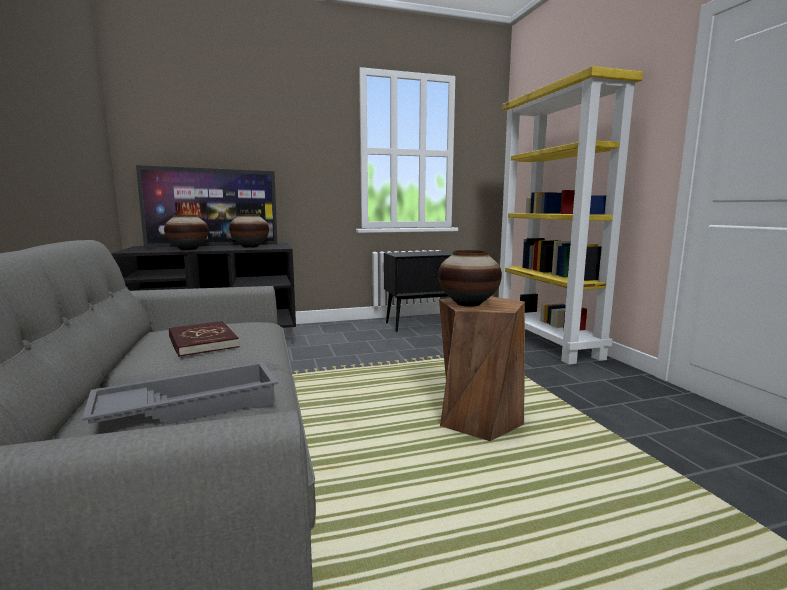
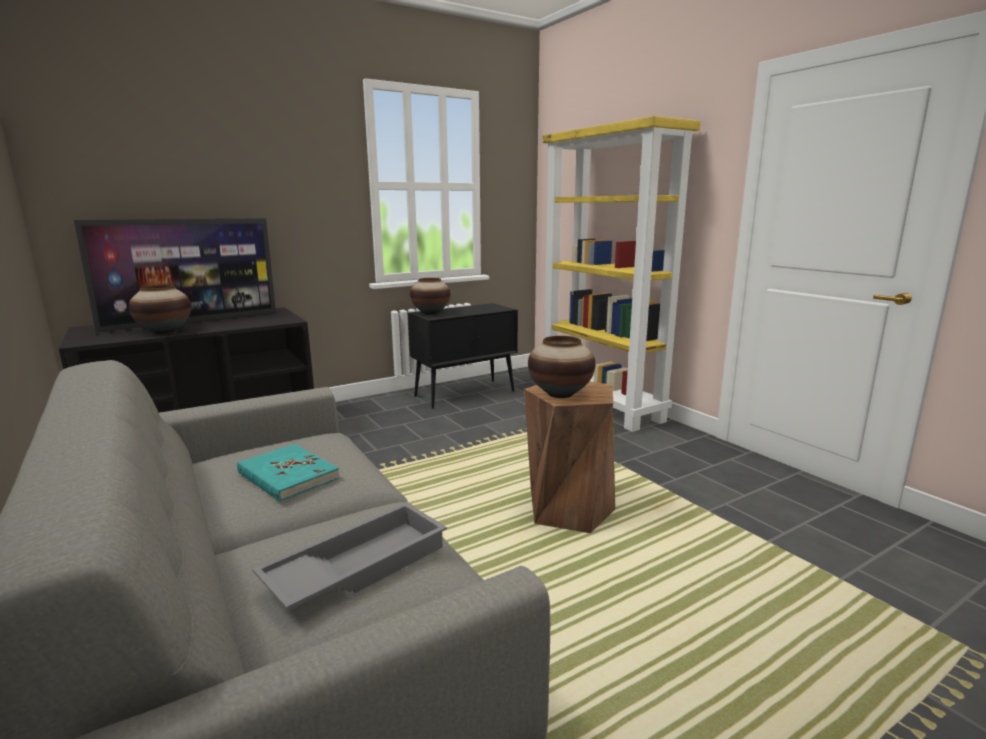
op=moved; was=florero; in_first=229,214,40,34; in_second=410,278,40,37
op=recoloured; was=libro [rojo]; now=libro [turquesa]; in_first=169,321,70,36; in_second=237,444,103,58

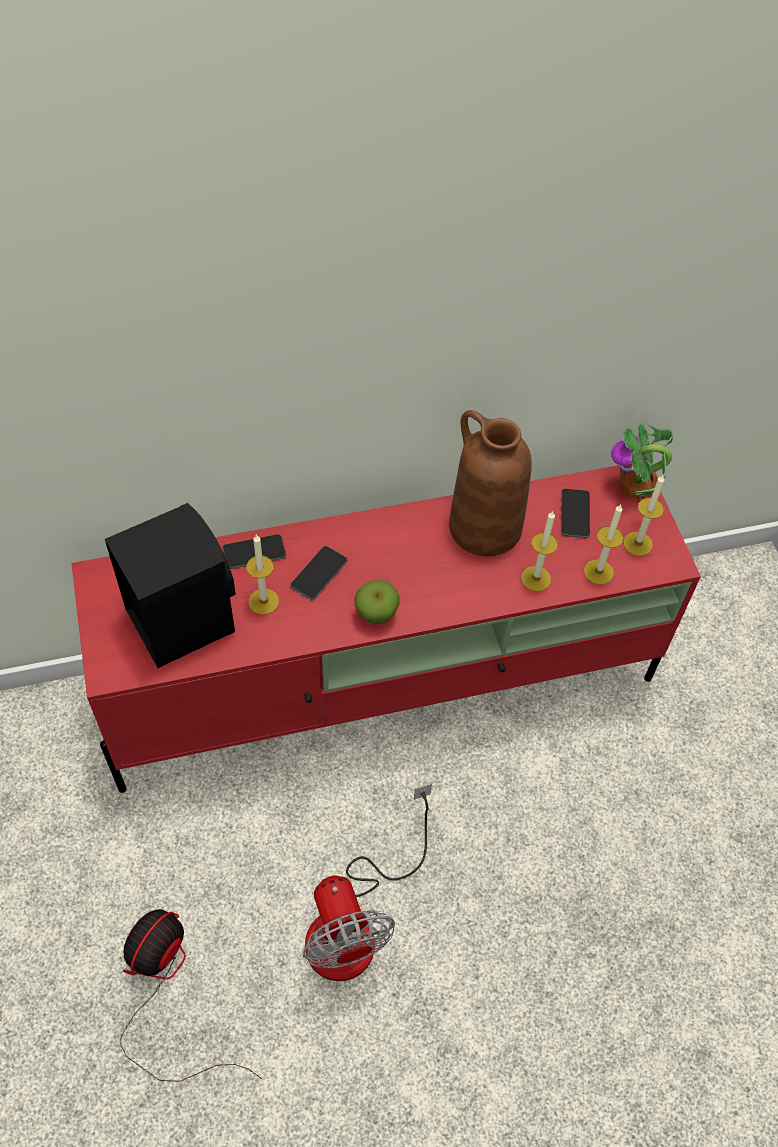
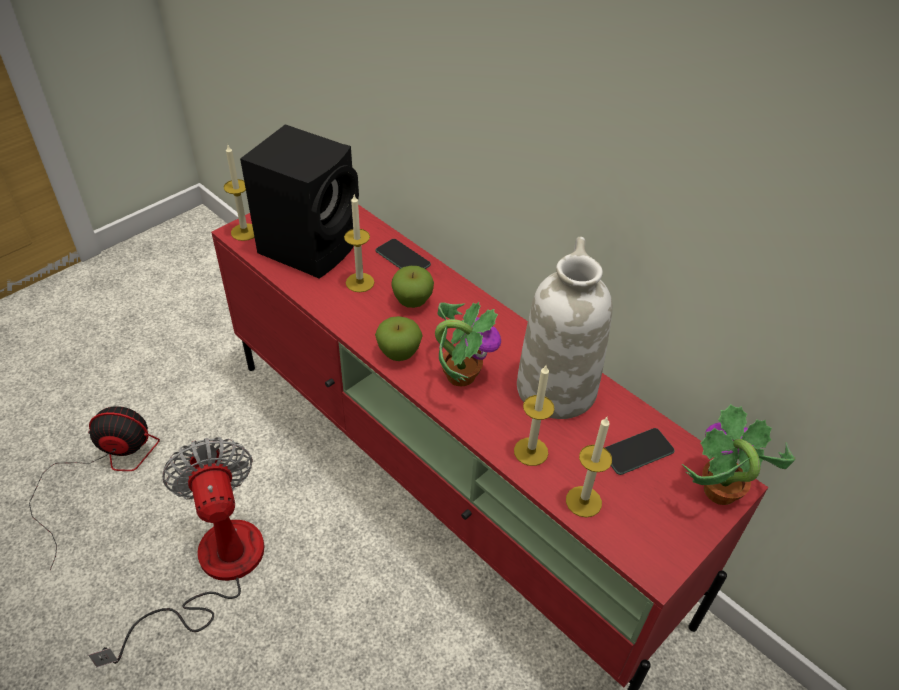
op=added; now=planta en maceta; in_second=435,302,66,84
op=moved; was=vela; in_first=623,475,42,81; in_second=224,145,30,96
op=replaced; was=móvil; now=manzana; in_first=290,546,57,54; in_second=391,266,43,42
op=recoloured; was=florero [marrón]; now=florero [blanco]; in_first=449,410,83,146; in_second=517,236,96,183
op=turned; was=ventilador; in_first=302,783,130,198; in_second=88,437,177,231; clockwise=120

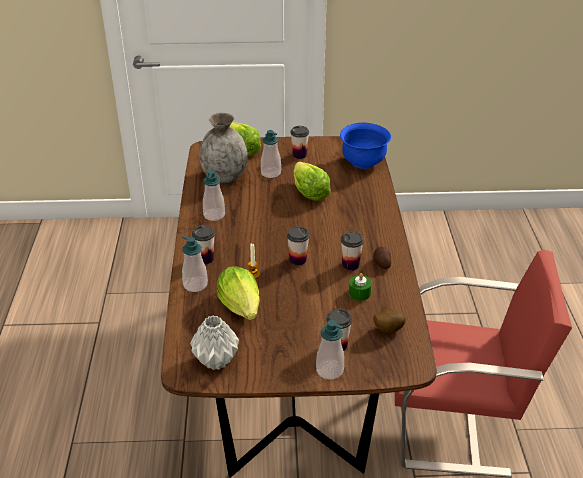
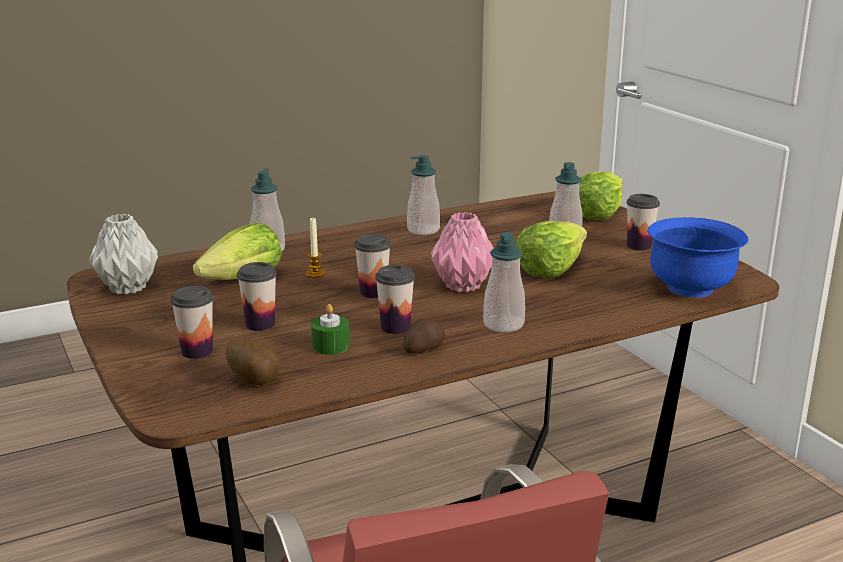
op=removed; was=florero [gris]; in_first=199,112,49,71
op=added; now=florero [rosa]; in_second=431,212,63,80
op=moved; was=taza; in_first=192,225,23,39; in_second=237,262,40,69
op=moved; was=dispensador de jabón; in_first=316,320,28,60; in_second=483,232,42,100

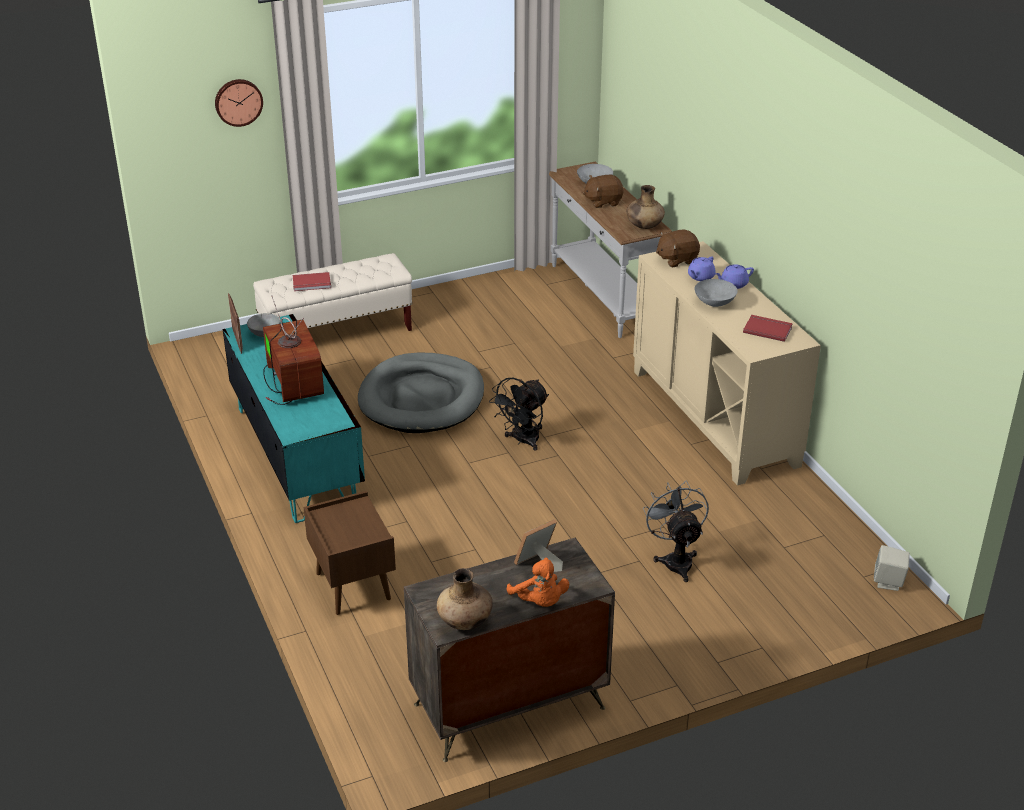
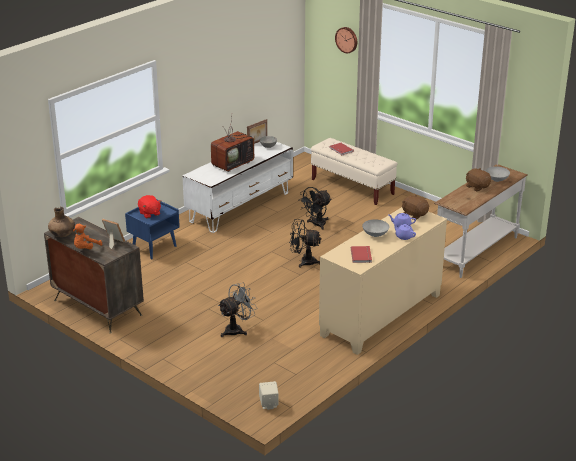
op=removed; was=florero [marrón]; in_first=627,185,38,44
op=added; now=peluche [rojo]; in_second=138,195,23,23
op=replaced; was=cama para perro [gris]; now=ventilador [negro]; in_first=358,353,126,80; in_second=298,187,33,43
op=recoloured; was=mueble de televisión [turquesa]; now=mueble de televisión [blanco]; in_first=223,314,142,209; in_second=182,142,111,91
op=recoloured; was=mesita de noche [marrón]; now=mesita de noche [azul]; in_first=304,491,92,124; in_second=125,200,55,59

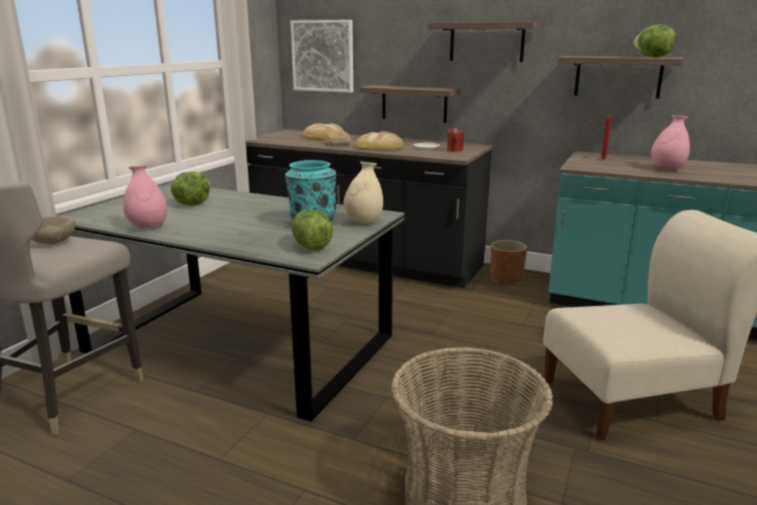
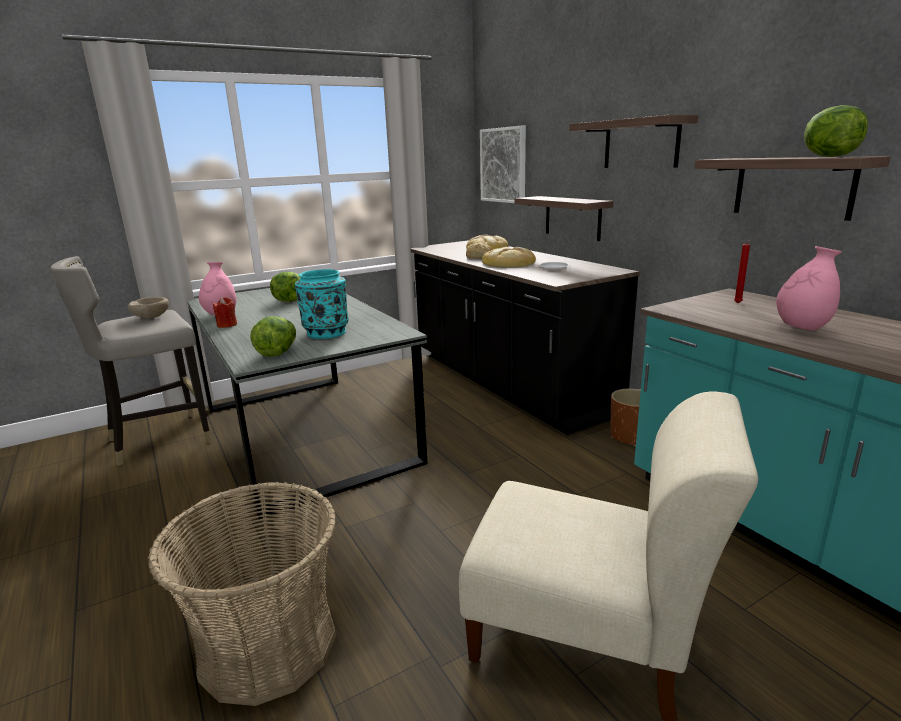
op=removed; was=florero [beis]; in_first=343,162,40,62
op=moved; was=vela [rojo]; in_first=447,128,17,24; in_second=212,297,25,31

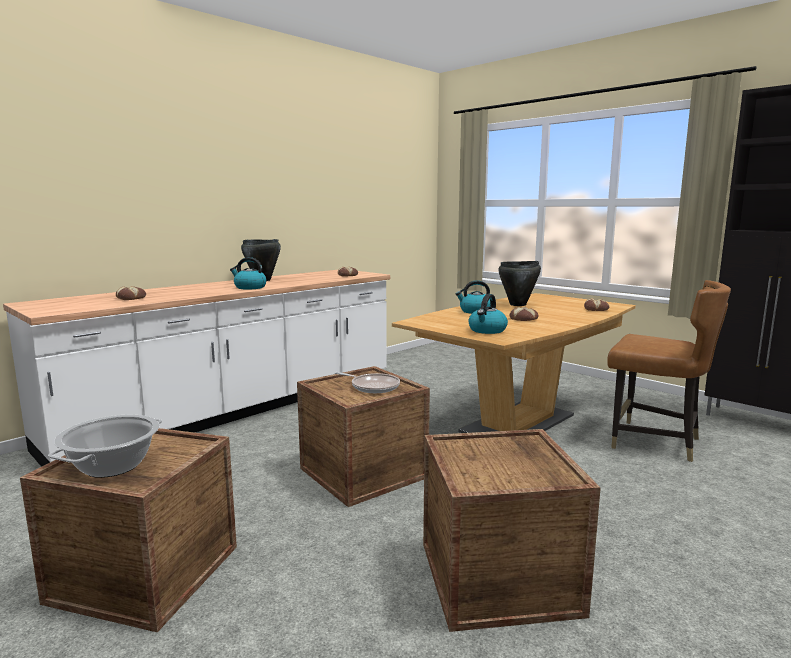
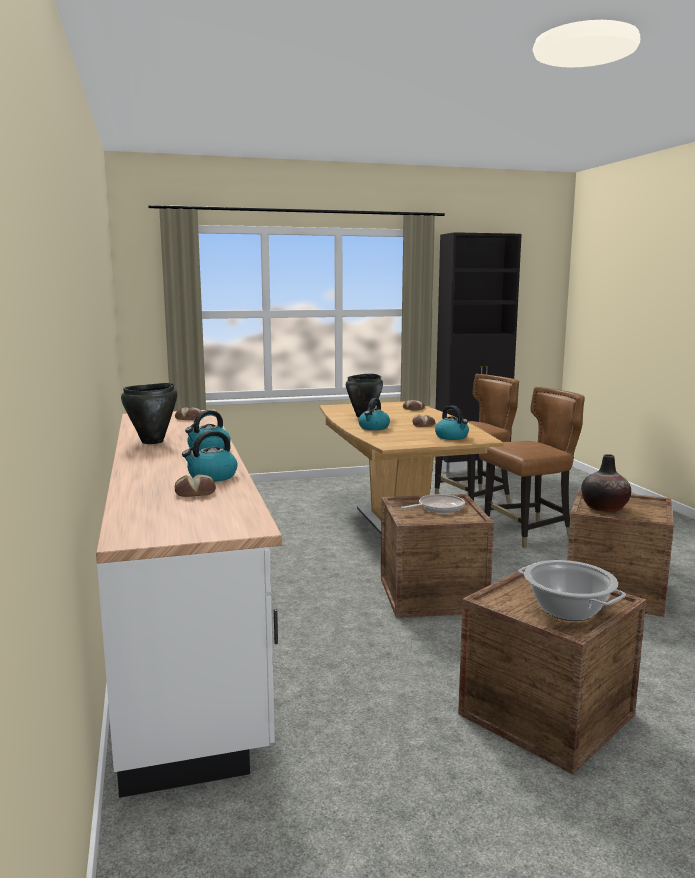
op=added; now=hervidor; in_second=182,430,56,52
op=added; now=silla [marrón]; in_second=479,387,106,161
op=added; now=florero; in_second=581,454,50,58

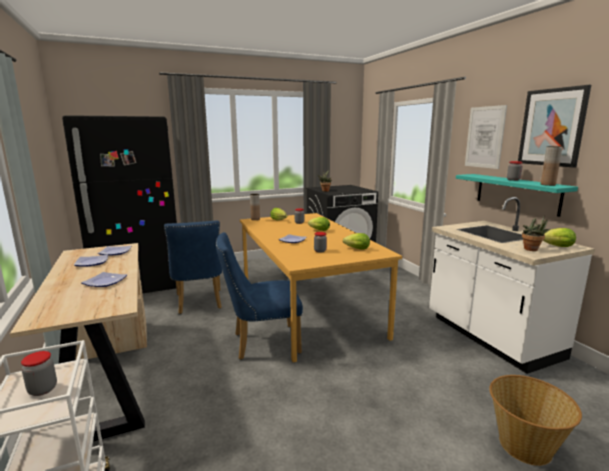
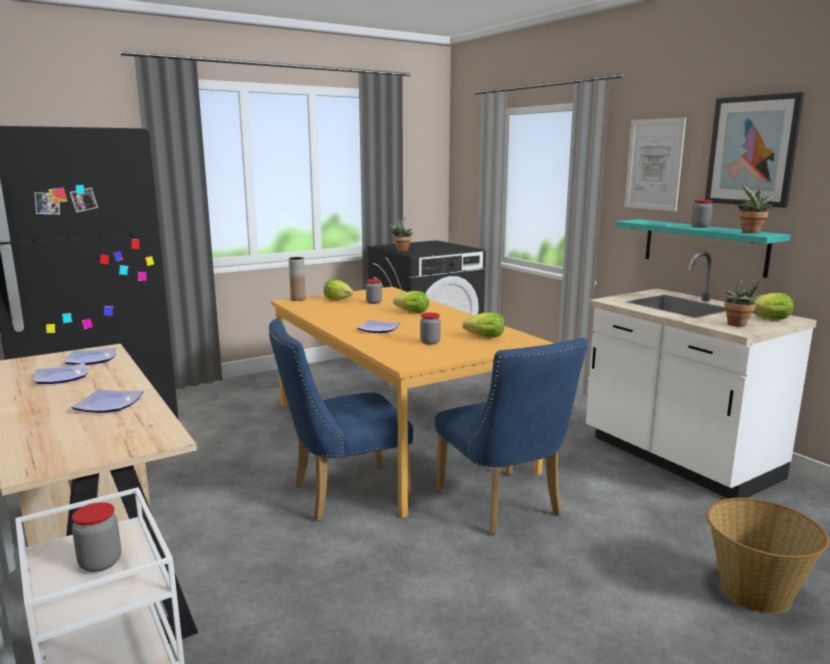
op=moved; was=silla [azul]; in_first=164,220,58,94; in_second=435,338,153,197
op=replaced; was=florero [marrón]; now=planta en maceta; in_first=541,146,21,40; in_second=737,184,42,49

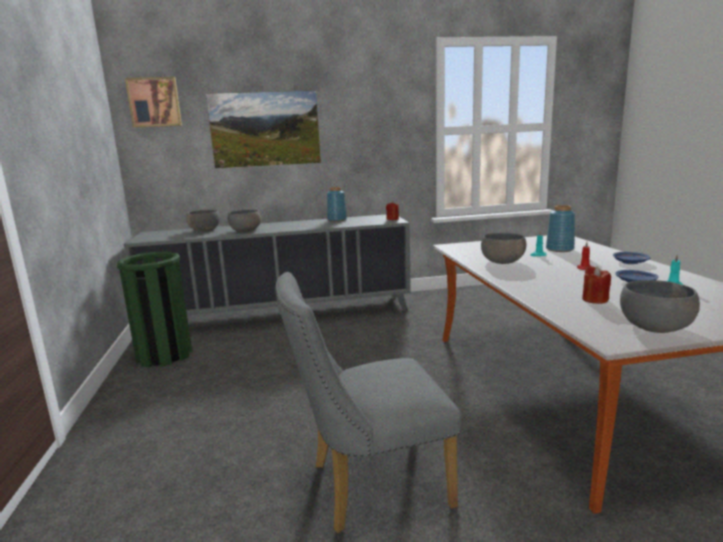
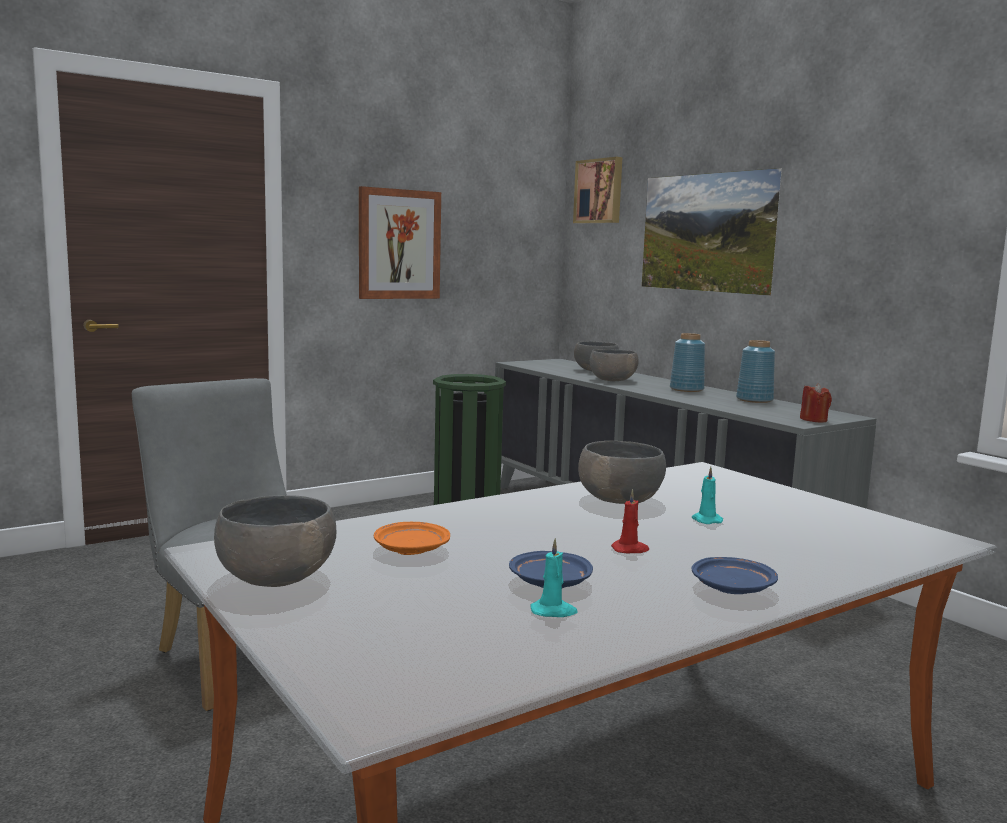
op=added; now=cuadro; in_second=359,186,82,113
op=moved; was=florero [azul]; in_first=546,205,29,47; in_second=670,333,35,59
op=replaced; was=vela [rojo]; now=plato [naranja]; in_first=582,266,29,38; in_second=374,522,76,33

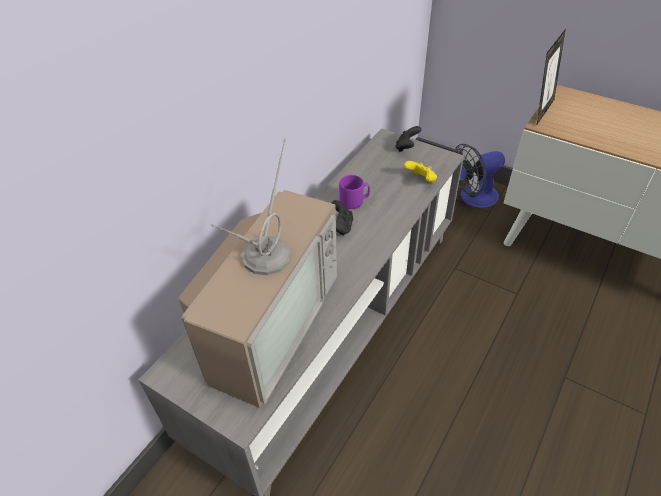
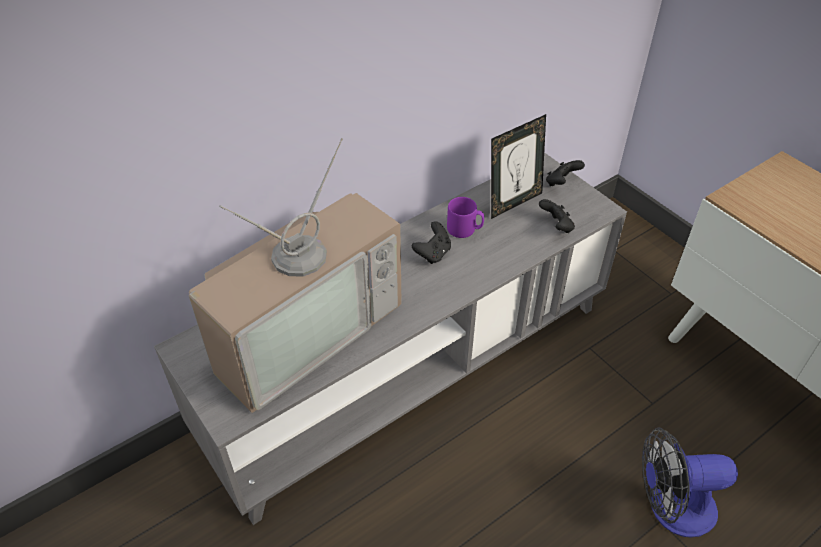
op=moved; was=ventilador; in_first=454,144,51,64; in_second=642,427,96,111
op=moved; was=portarretratos; in_first=537,29,29,95; in_second=491,114,55,105
op=recoloured; was=mando de consola [amarillo]; now=mando de consola [negro]; in_first=404,161,33,22; in_second=539,199,36,34

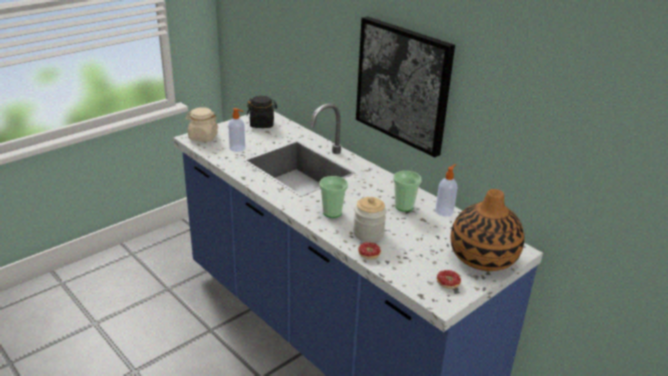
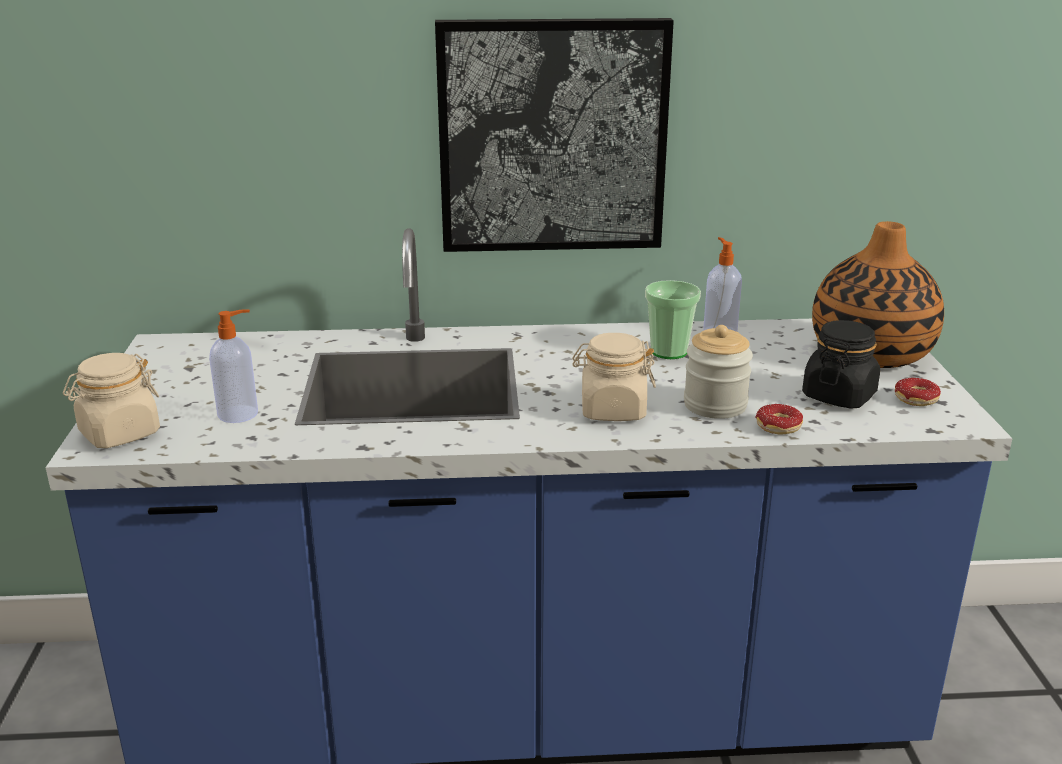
op=moved; was=tarro [negro]; in_first=247,96,30,32; in_second=802,320,78,89
op=replaced; was=taza; now=tarro [beis]; in_first=319,176,29,42; in_second=572,333,84,88

